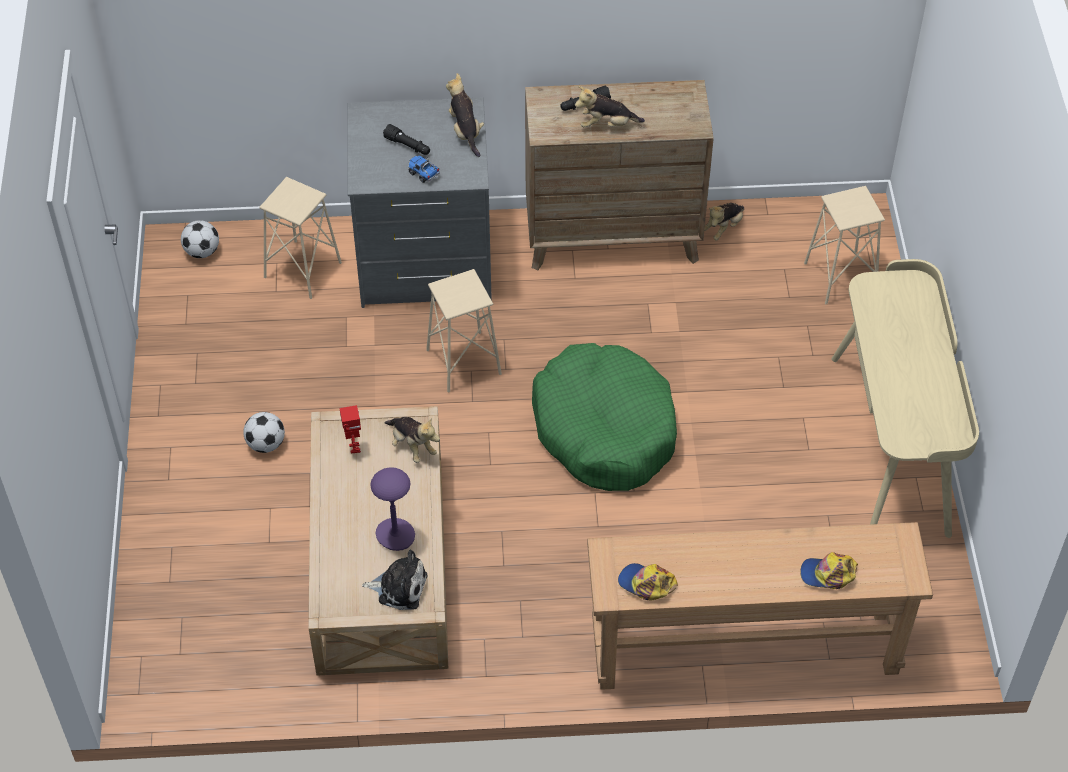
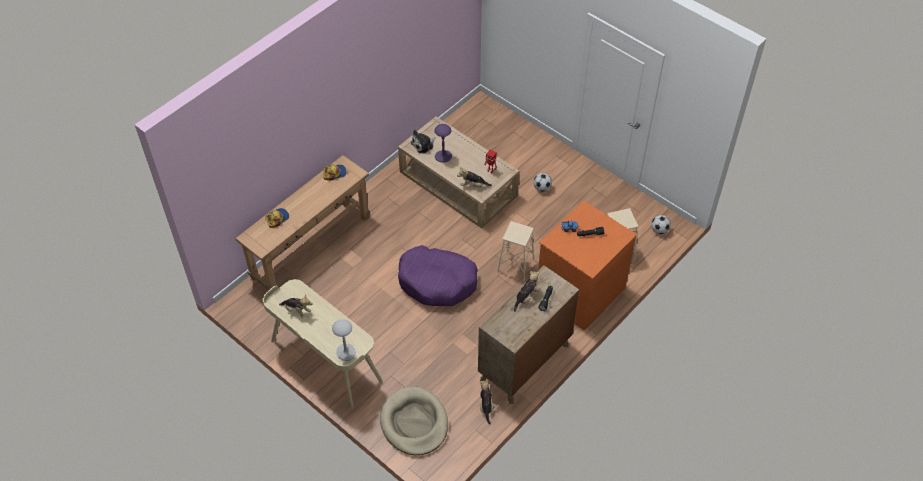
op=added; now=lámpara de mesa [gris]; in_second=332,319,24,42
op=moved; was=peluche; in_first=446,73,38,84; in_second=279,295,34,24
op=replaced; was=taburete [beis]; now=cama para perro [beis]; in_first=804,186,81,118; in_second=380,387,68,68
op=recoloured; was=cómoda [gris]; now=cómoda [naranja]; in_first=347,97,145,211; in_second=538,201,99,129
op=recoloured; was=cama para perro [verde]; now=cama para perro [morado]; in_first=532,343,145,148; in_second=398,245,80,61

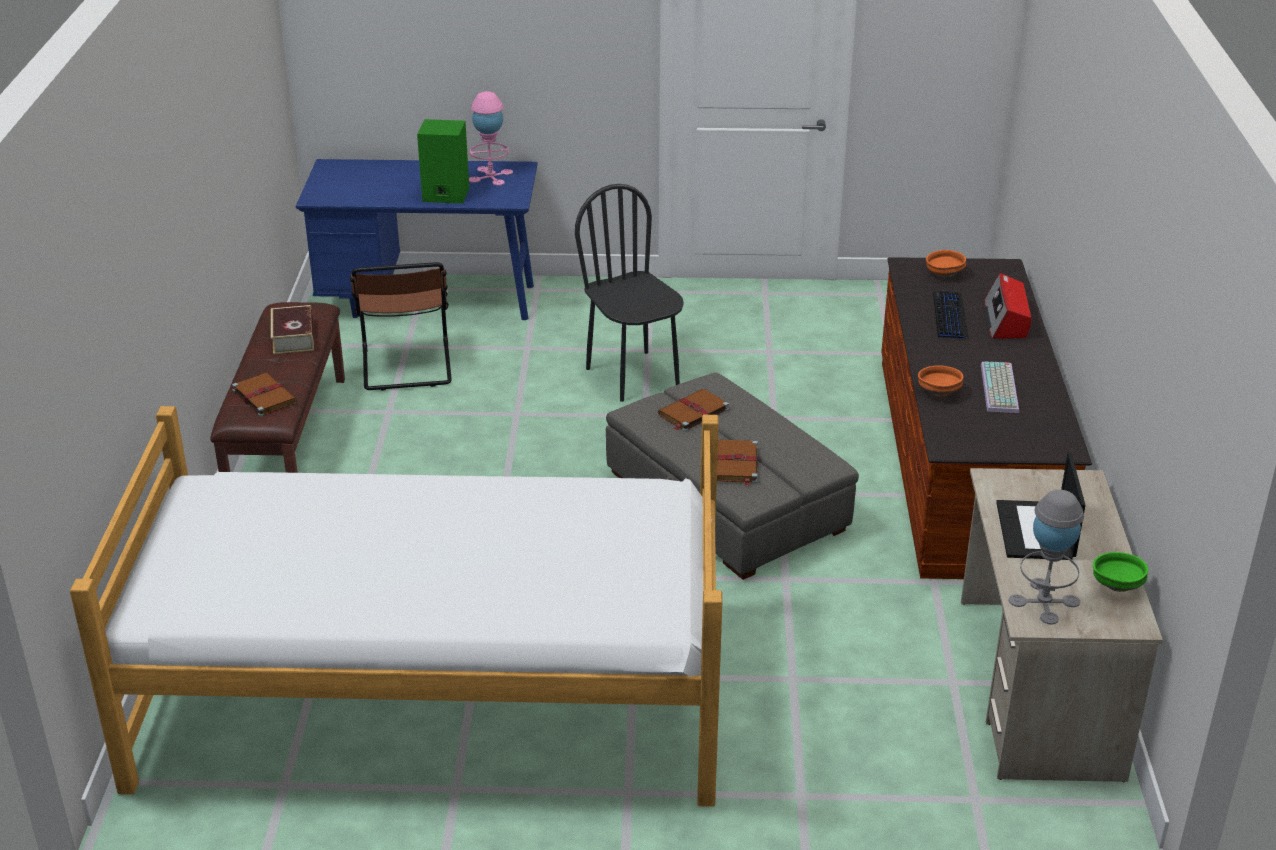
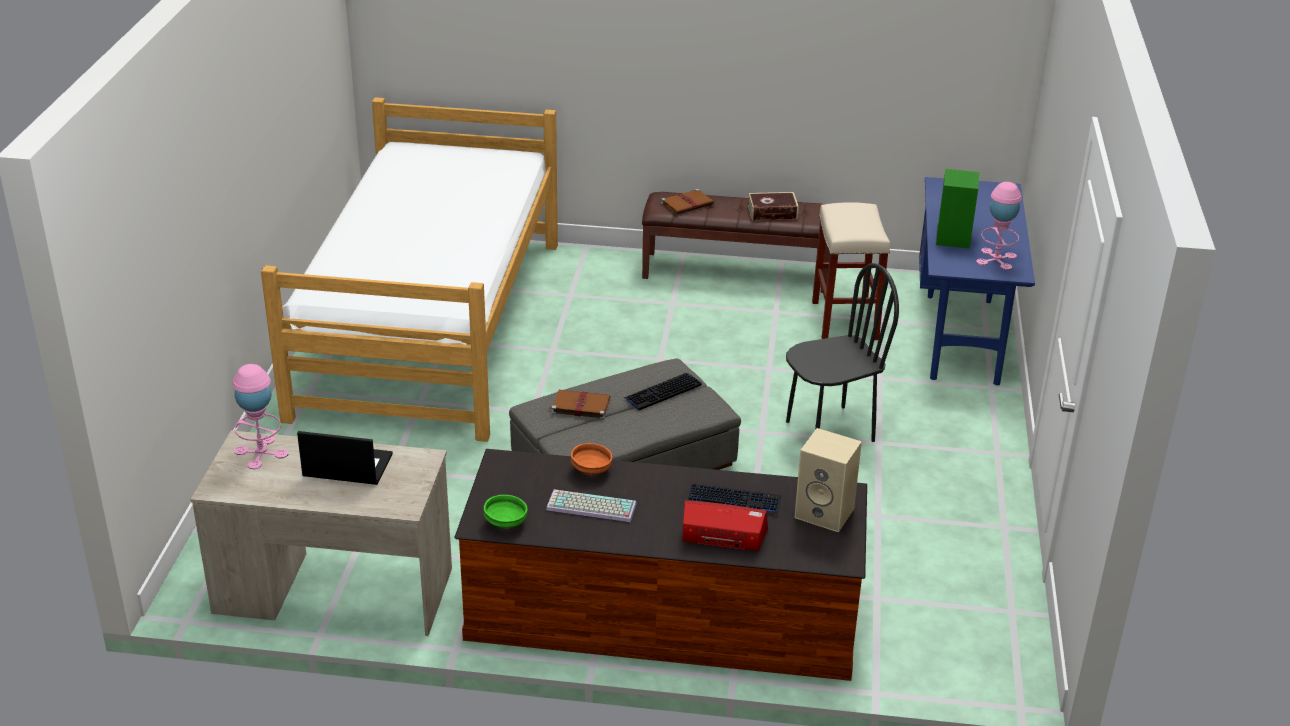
op=moved; was=cuenco [verde]; in_first=1093,552,55,40; in_second=484,495,44,34
op=replaced; was=silla [marrón]; now=taburete [beis]; in_first=350,262,102,129; in_second=812,203,78,137
op=replaced; was=libro [marrón]; now=teclado; in_first=658,389,71,43; in_second=624,373,78,37
op=replaced; was=cuenco [naranja]; now=altavoz [beis]; in_first=926,250,40,27; in_second=794,428,68,104
op=recoloured; was=lámpara de mesa [gris]; now=lámpara de mesa [rosa]; in_first=1009,490,75,135; in_second=232,364,57,105

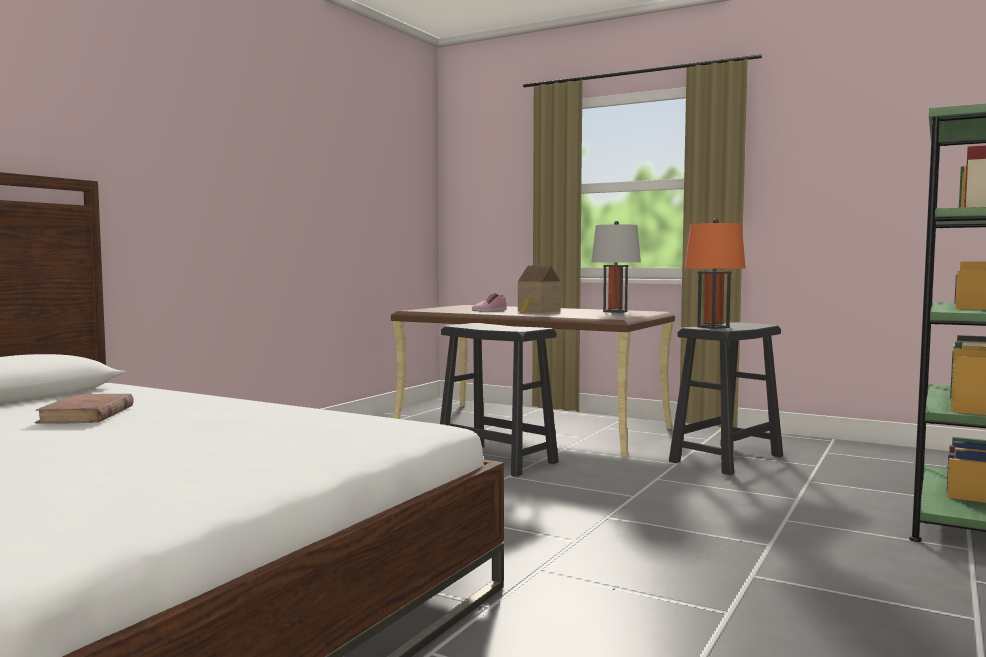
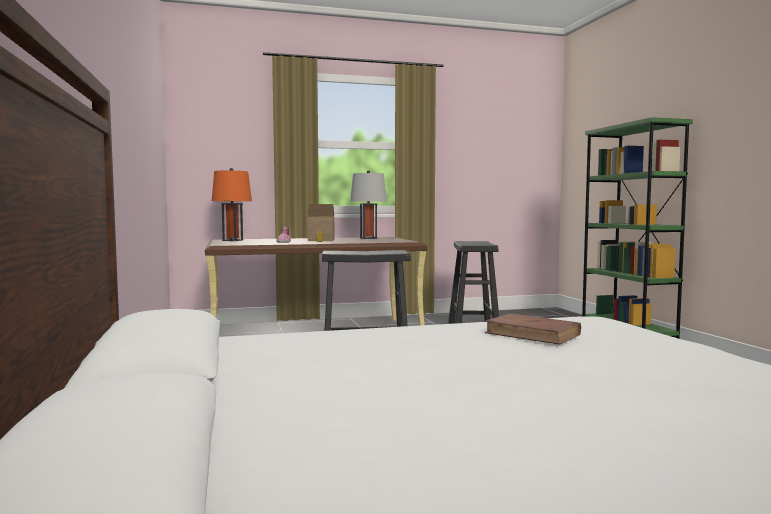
op=moved; was=libro [marrón]; in_first=34,394,100,30; in_second=485,313,96,32
op=moved; was=lámpara de mesa [naranja]; in_first=685,219,61,110; in_second=212,168,40,73

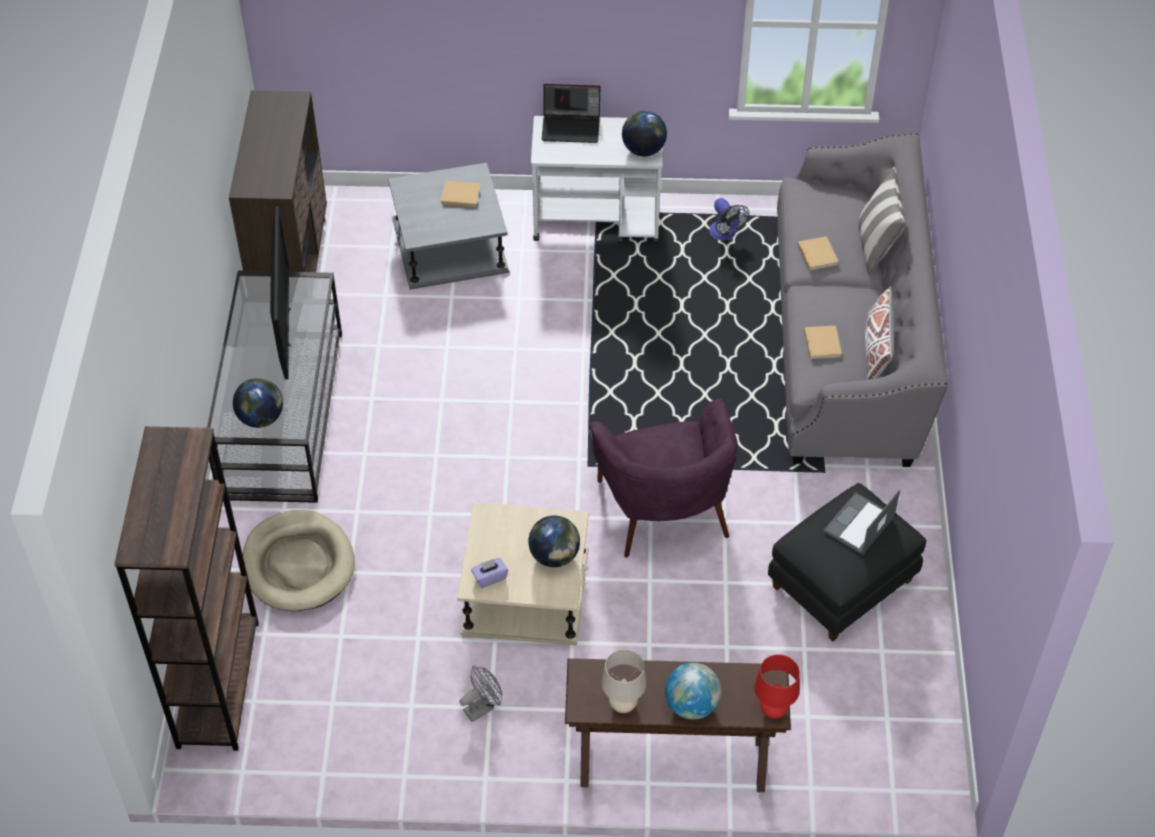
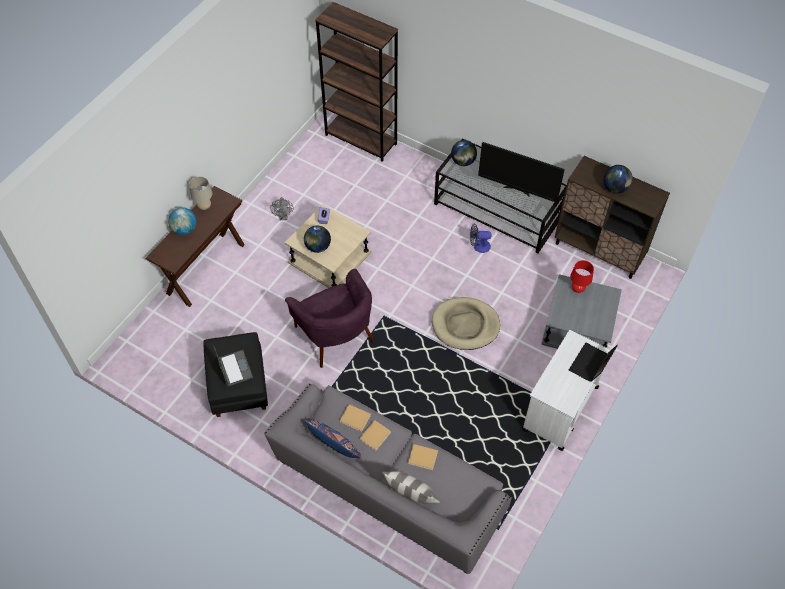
op=moved; was=cama para perro [beis]; in_first=243,510,112,101; in_second=432,297,68,53
op=moved; was=libro [beis]; in_first=441,181,40,26; in_second=360,420,31,31
op=moved; was=globo terráqueo; in_first=622,111,45,45; in_second=603,165,30,28
op=moved; was=ventilador; in_first=709,198,40,43; in_second=470,224,22,29
op=moved; was=lámpara de mesa [rojo]; in_first=754,654,46,65; in_second=570,260,24,33
op=recoloured; was=cojín [blanco]; now=cojín [azul]; in_first=865,286,29,94; in_second=304,420,57,38
op=turned; was=sillón [morado]; in_first=588,399,150,159; in_second=285,269,90,99; clockwise=-135

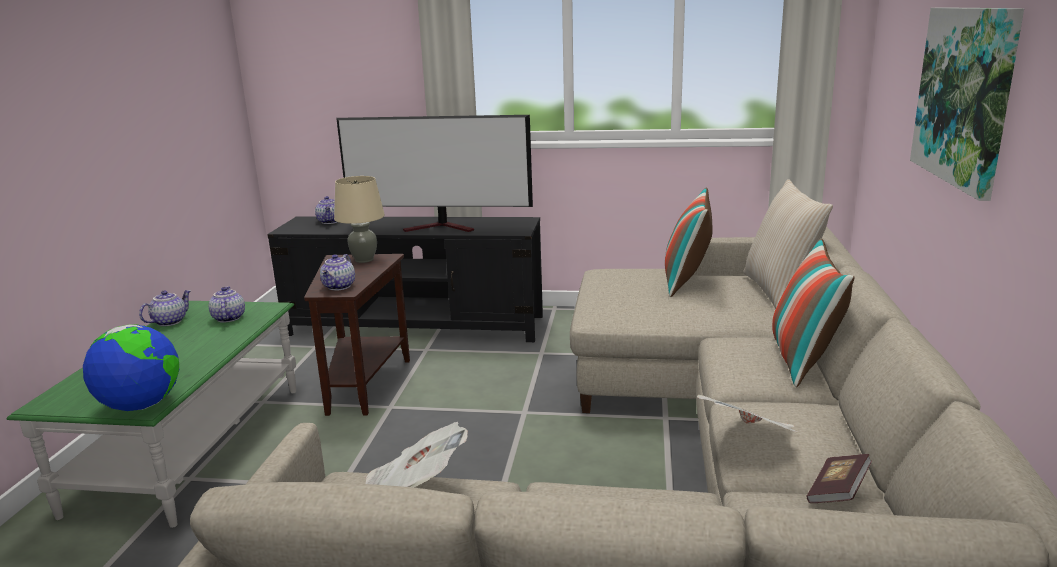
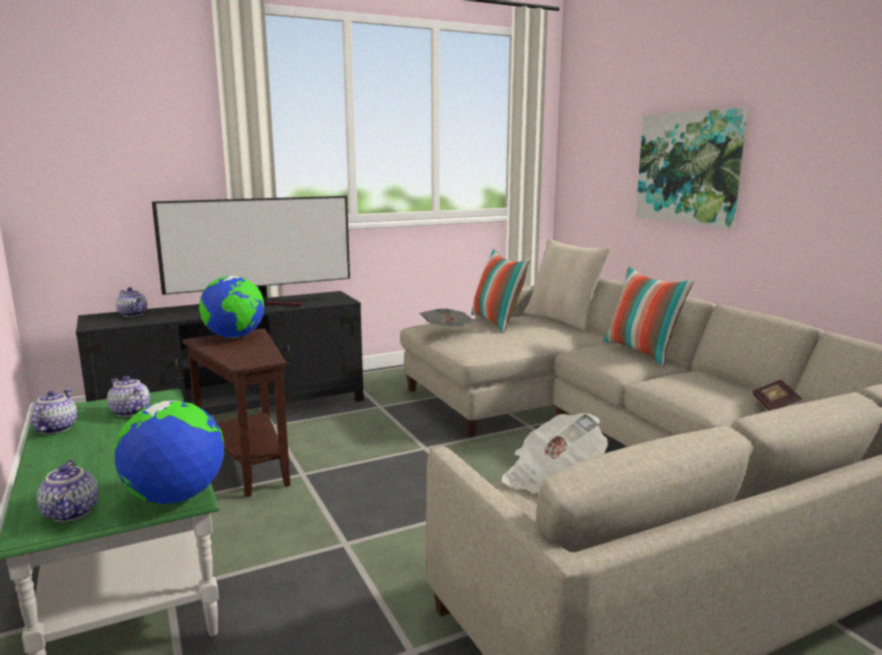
op=moved; was=tetera; in_first=320,254,35,36; in_second=37,460,62,62
op=moved; was=periódico; in_first=697,395,101,38; in_second=419,309,54,18
op=replaced; was=lámpara de mesa [beis]; now=globo terráqueo; in_first=334,176,51,87; in_second=199,276,65,62

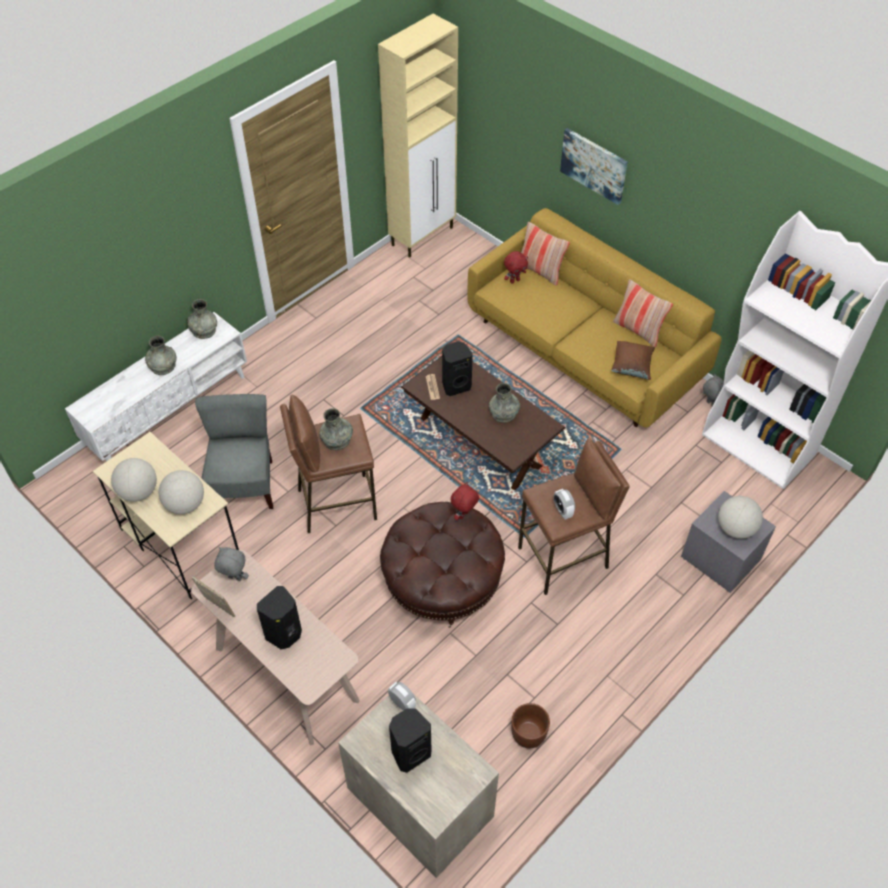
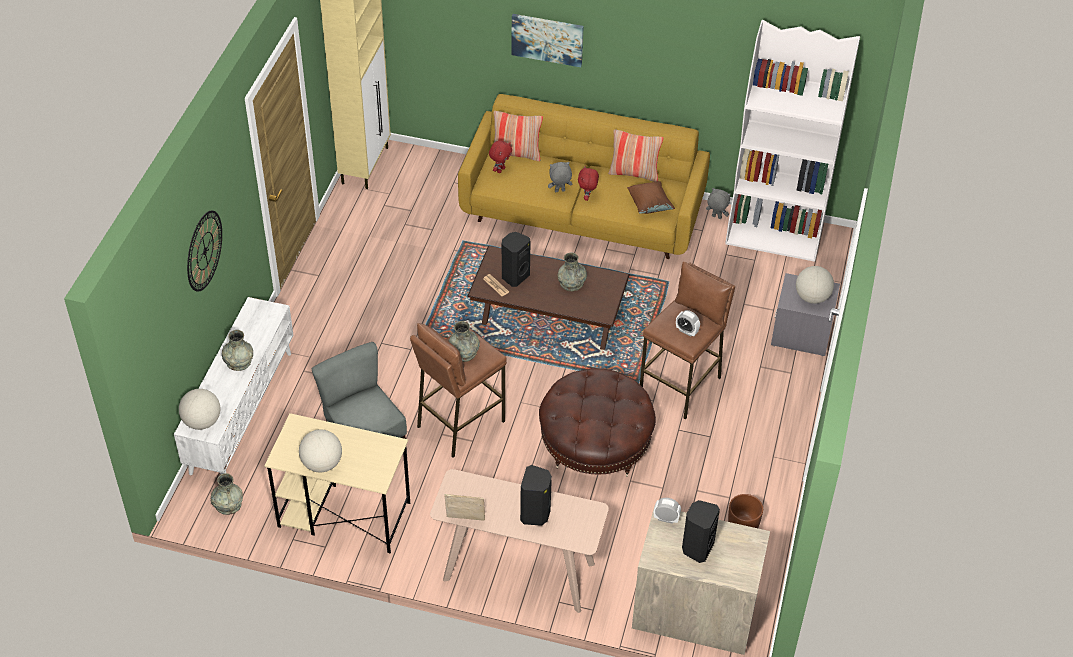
op=added; now=reloj de pared; in_second=187,210,35,82
op=moved; was=globo terráqueo; in_first=159,470,45,44; in_second=179,389,41,41
op=moved; was=florero [gris]; in_first=187,299,30,40; in_second=211,473,32,42
op=moved; was=peluche [gris]; in_first=214,547,35,34; in_second=548,162,24,30
op=moved; was=peluche [rojo]; in_first=451,482,28,38; in_second=578,166,21,35

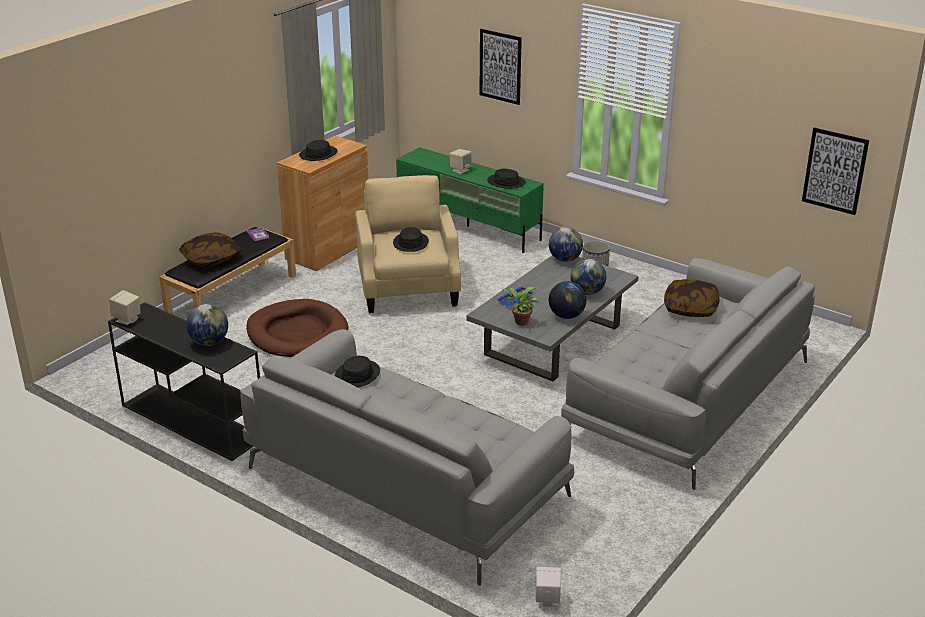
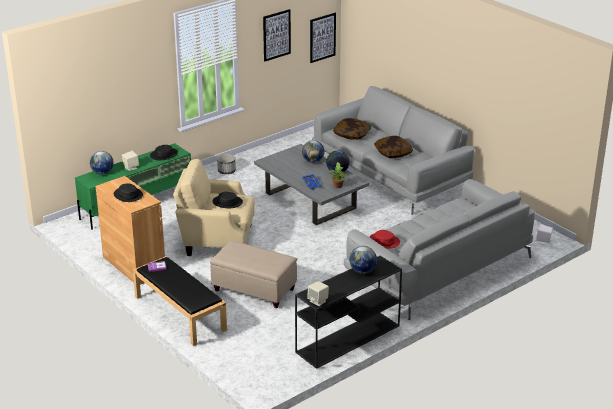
op=moved; was=cojín; in_first=179,232,63,35; in_second=374,136,39,22
op=moved; was=cuadro; in_first=479,29,43,76; in_second=263,9,28,52
op=moved; was=globo terráqueo; in_first=549,227,34,35; in_second=90,151,24,24
op=replaced; was=cama para perro [marrón]; now=puf [beis]; in_first=246,299,103,58; in_second=210,241,87,67
op=recoloured; was=sombrero [negro]; now=sombrero [rojo]; in_first=334,356,46,31; in_second=370,230,30,19

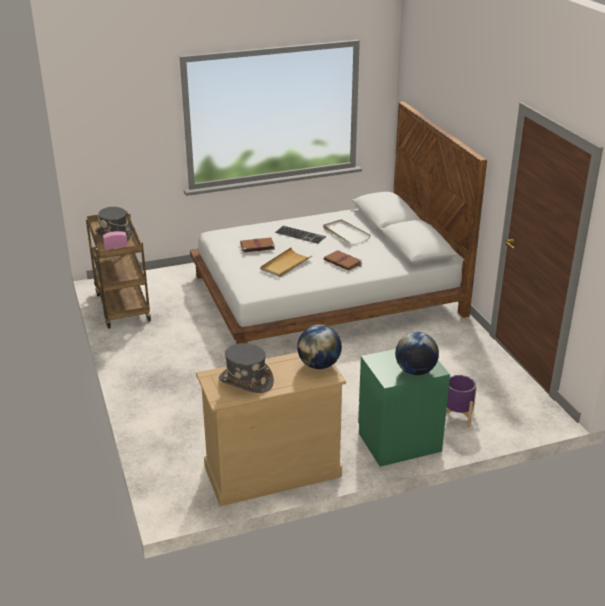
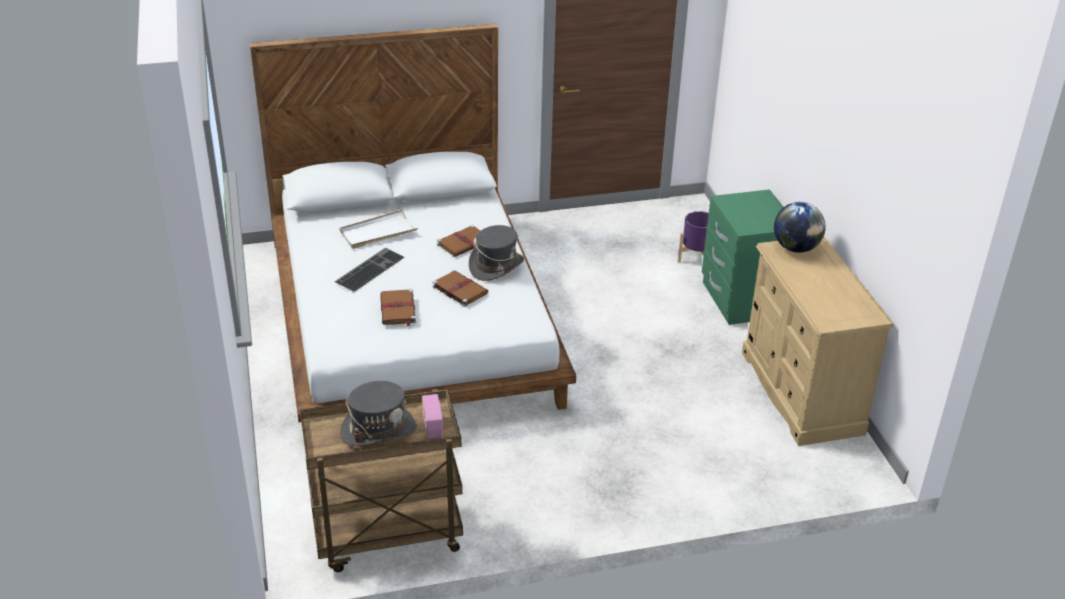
op=removed; was=globo terráqueo; in_first=395,332,44,43
op=moved; was=sombrero [gris]; in_first=219,343,55,50; in_second=469,225,55,56
op=replaced; was=bandeja [beis]; now=libro [marrón]; in_first=260,247,53,30; in_second=432,271,56,36

